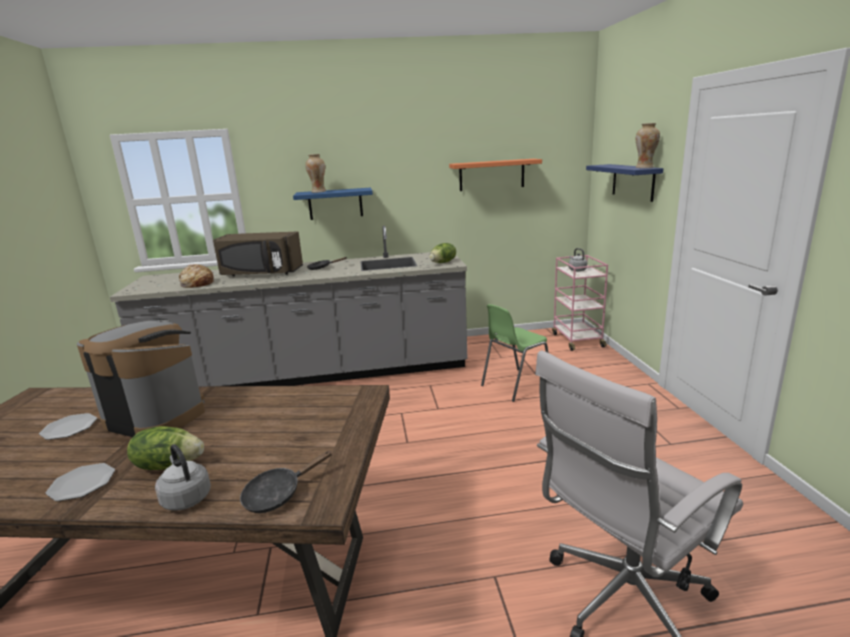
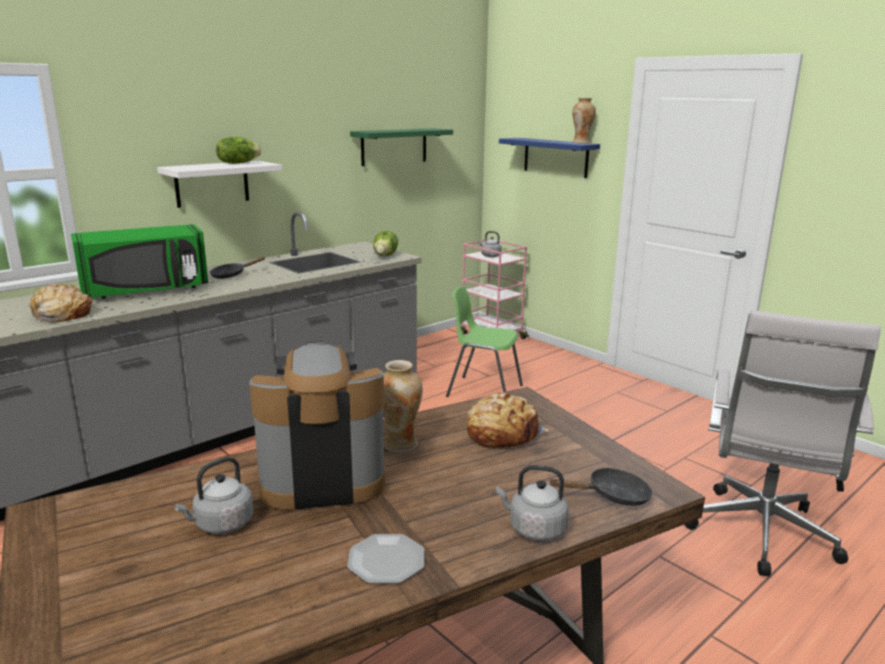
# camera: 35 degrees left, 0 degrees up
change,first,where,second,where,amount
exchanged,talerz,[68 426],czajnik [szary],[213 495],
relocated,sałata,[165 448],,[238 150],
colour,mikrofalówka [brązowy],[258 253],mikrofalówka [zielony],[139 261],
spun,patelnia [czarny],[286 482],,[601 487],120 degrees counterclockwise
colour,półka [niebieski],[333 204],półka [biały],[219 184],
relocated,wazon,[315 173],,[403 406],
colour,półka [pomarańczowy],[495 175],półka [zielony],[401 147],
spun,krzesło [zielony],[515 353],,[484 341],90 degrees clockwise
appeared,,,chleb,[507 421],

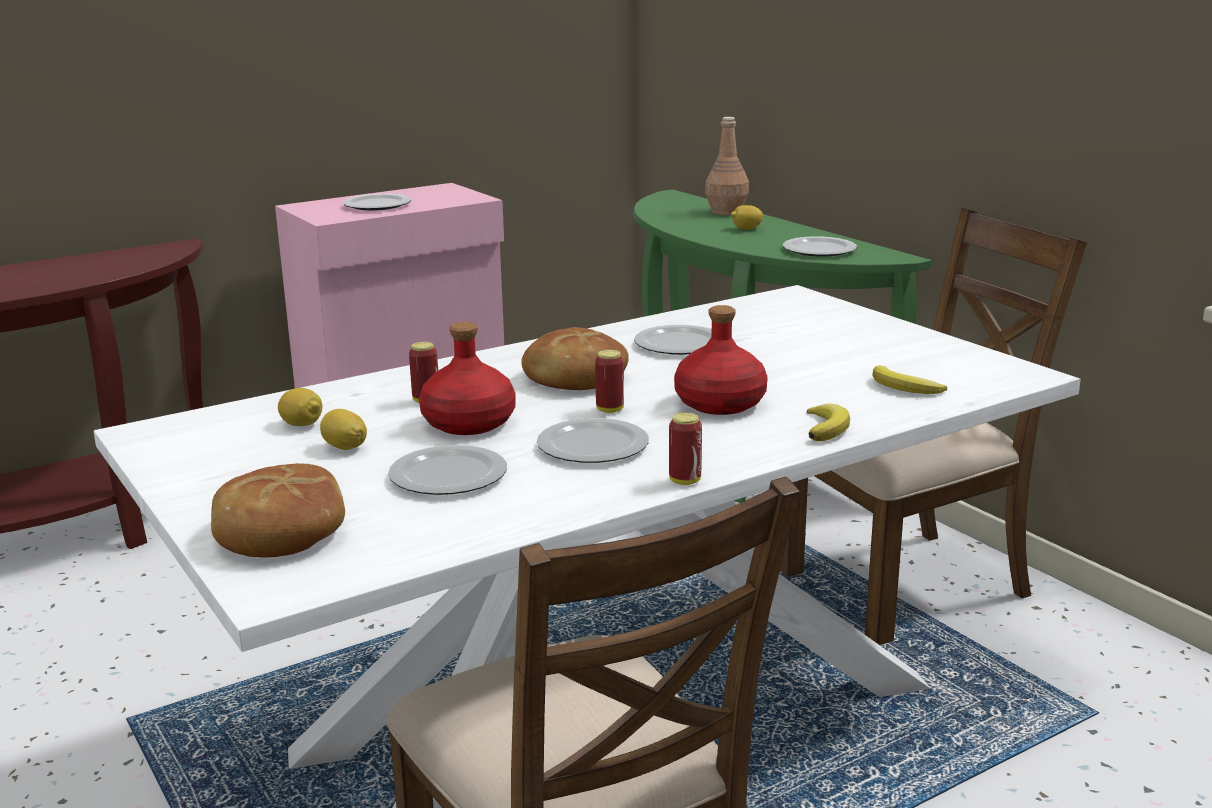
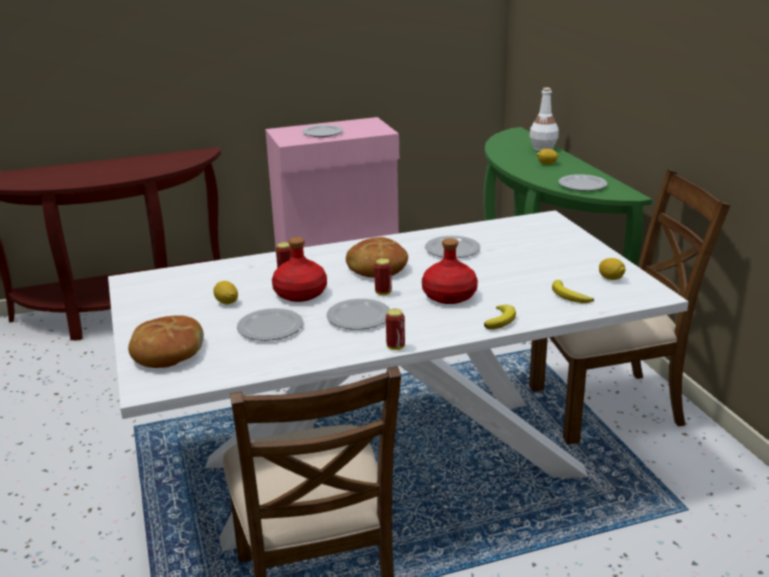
# camera: 15 degrees right, 5 degrees up
change,first,where,second,where,amount
relocated,cytryna,[300 407],,[612 269],
colour,butelka [brązowy],[727 166],butelka [biały],[544 119],

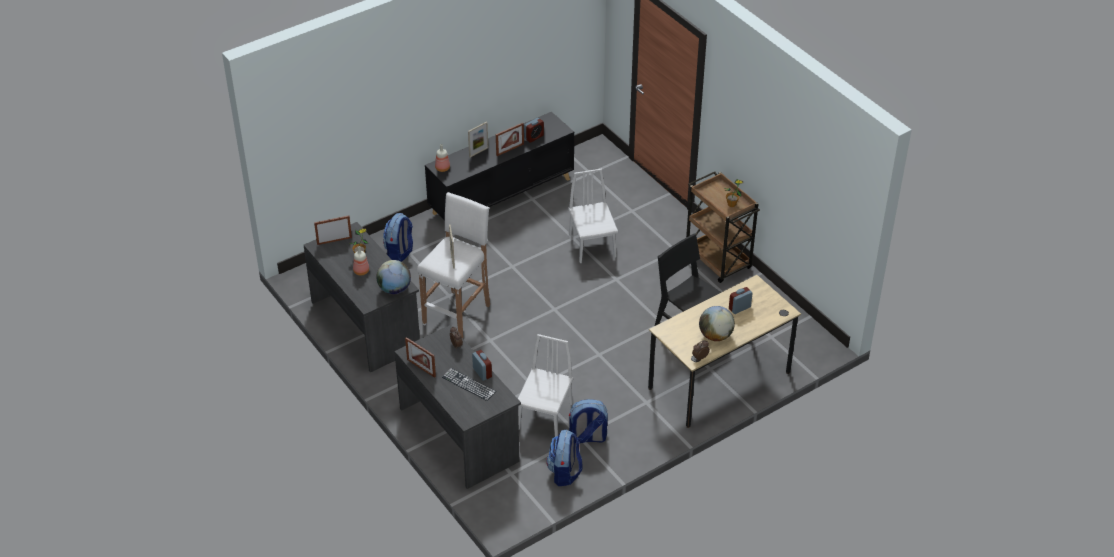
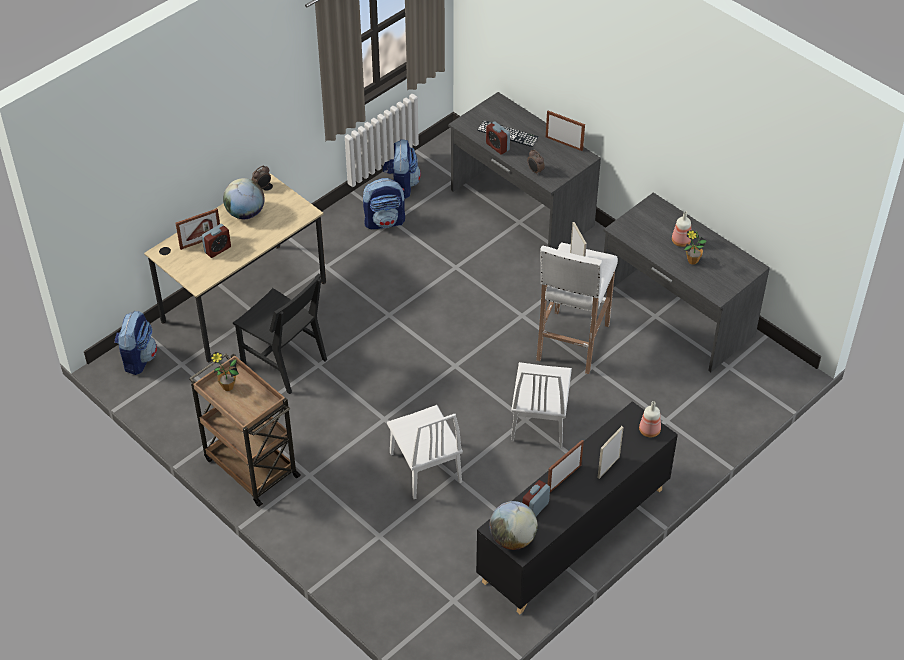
# camera: 170 degrees right, 5 degrees up
change,first,where,second,where,amount
relocated,ramka na zdjęcie,[333 230],,[197 229],
relocated,globus,[393 277],,[513 525],
relocated,plecak,[398 237],,[135 343],
relocated,krzesło [biały],[545 385],,[541 405],

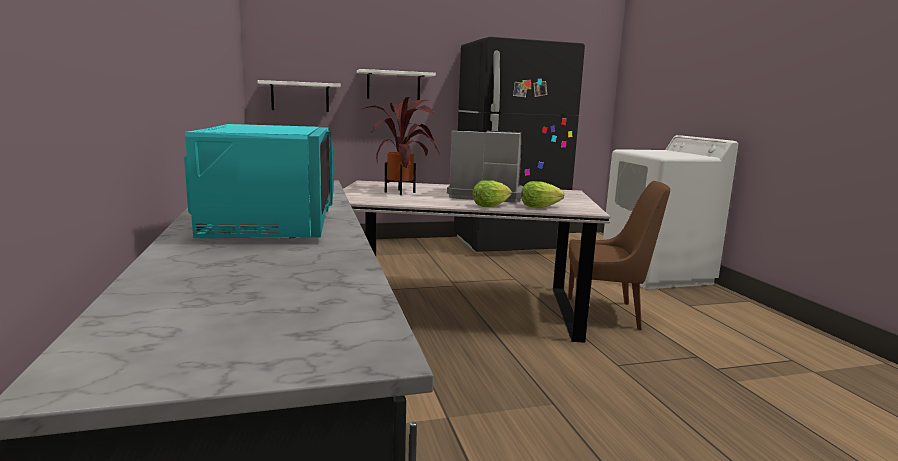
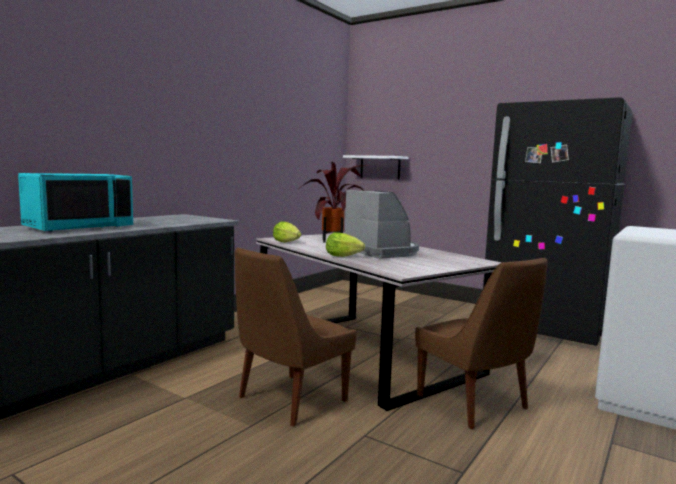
# camera: 50 degrees right, 5 degrees down
change,first,where,second,where,amount
missing,półka [biały],[396 84],,,
relocated,sałata,[542 194],,[287 231],
appeared,,,krzesło [brązowy],[296 336],

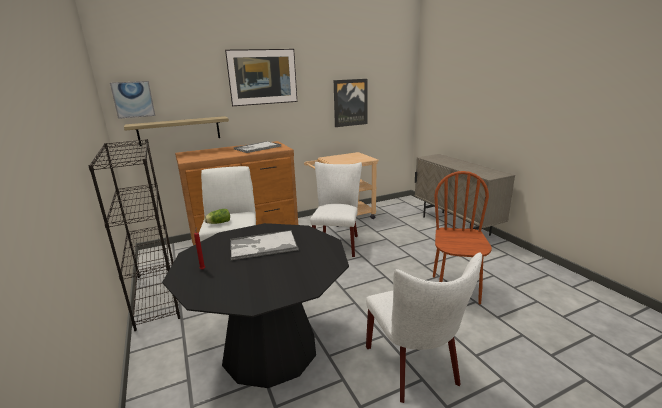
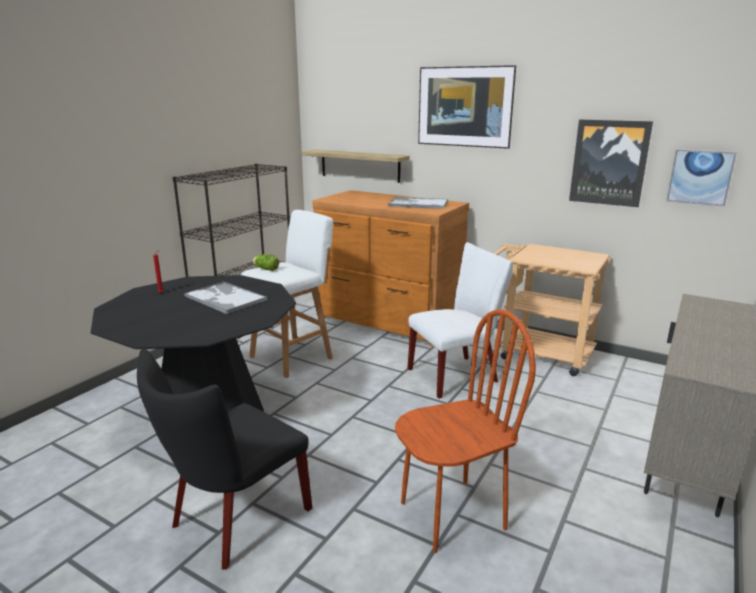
# camera: 55 degrees right, 0 degrees up
change,first,where,second,where,amount
relocated,obraz,[132 100],,[702 177],
colour,krzesło [biały],[424 328],krzesło [czarny],[224 459],

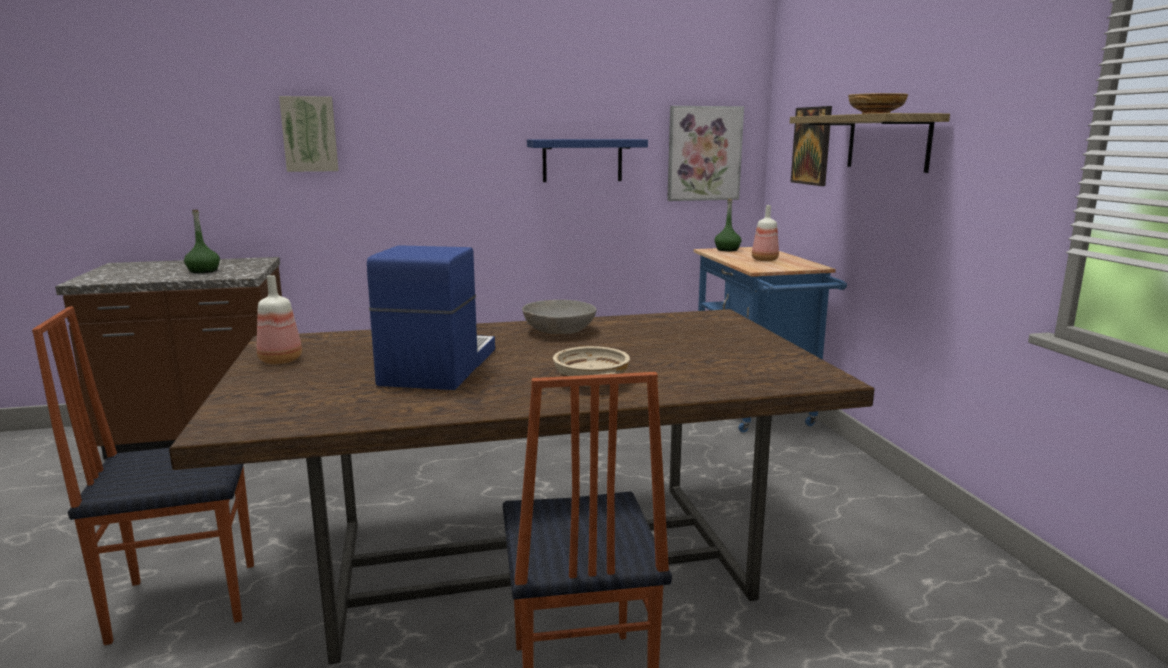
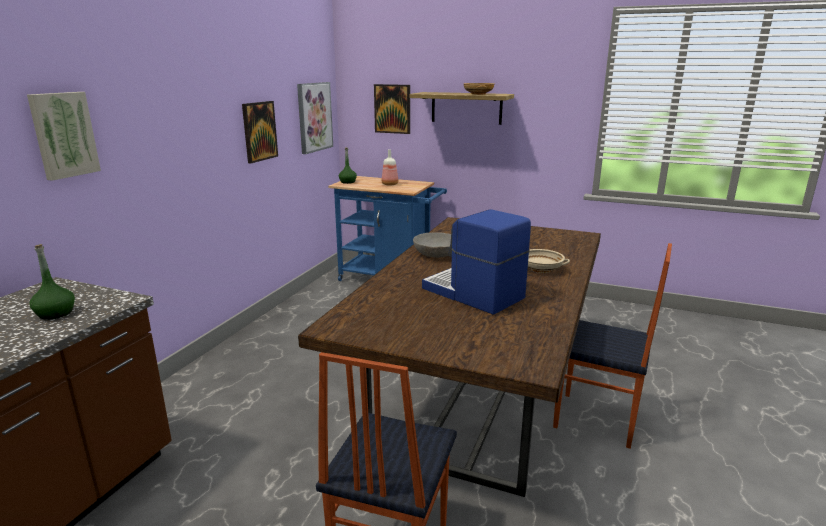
# camera: 55 degrees left, 5 degrees up
change,first,where,second,where,amount
missing,butelka,[279 319],,,
exchanged,półka [niebieski],[587 160],obraz,[260 132],

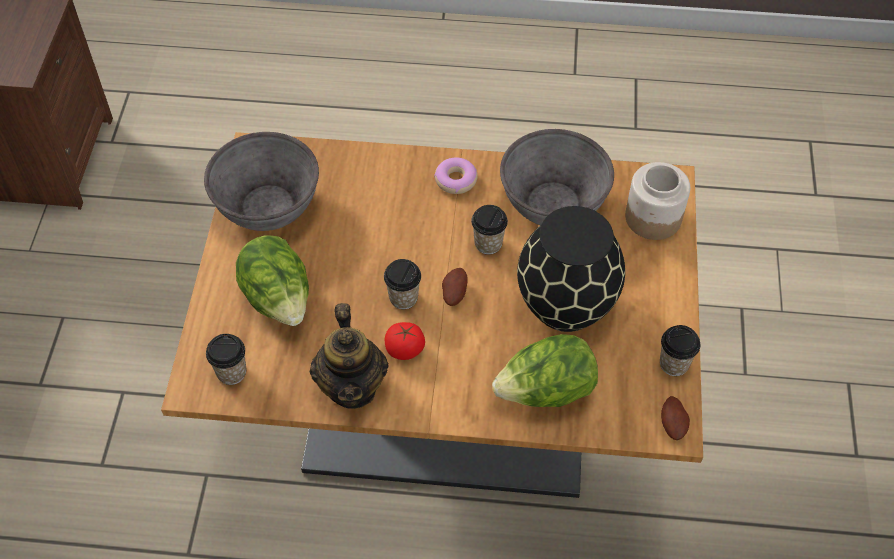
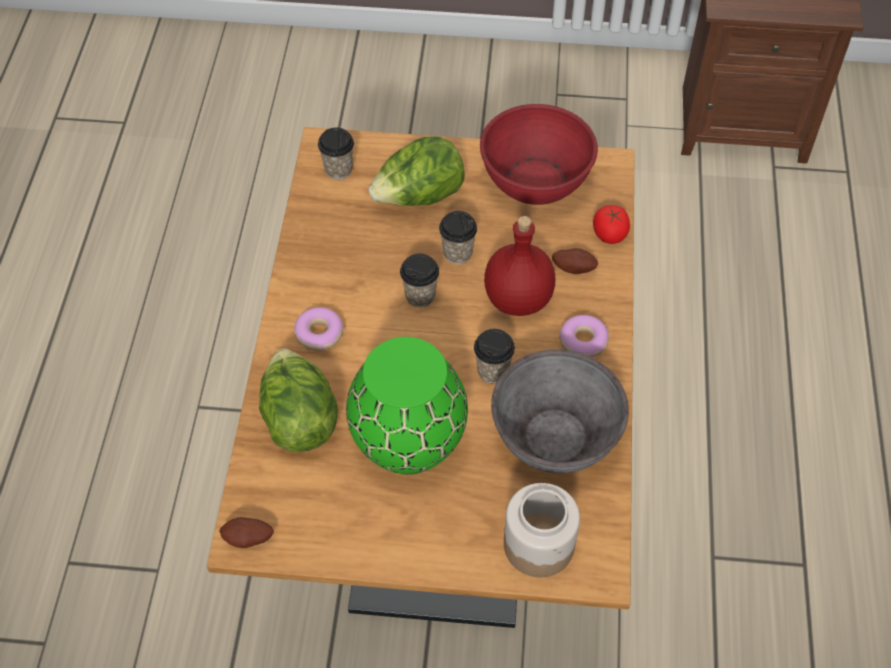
# camera: 90 degrees right, 0 degrees up
change,first,where,second,where,amount
colour,miska [szary],[261 181],miska [czerwony],[539 154],
missing,imbryk,[349 356],,,
relocated,pomidor,[405 341],,[611 224],
relocated,ziemniak,[455 287],,[575 261],
colour,wazon [czarny],[571 269],wazon [zielony],[407 406],
relocated,filiżanka,[680 350],,[458 237],
appeared,,,donut,[319 329],
appeared,,,butelka [czerwony],[519 266],

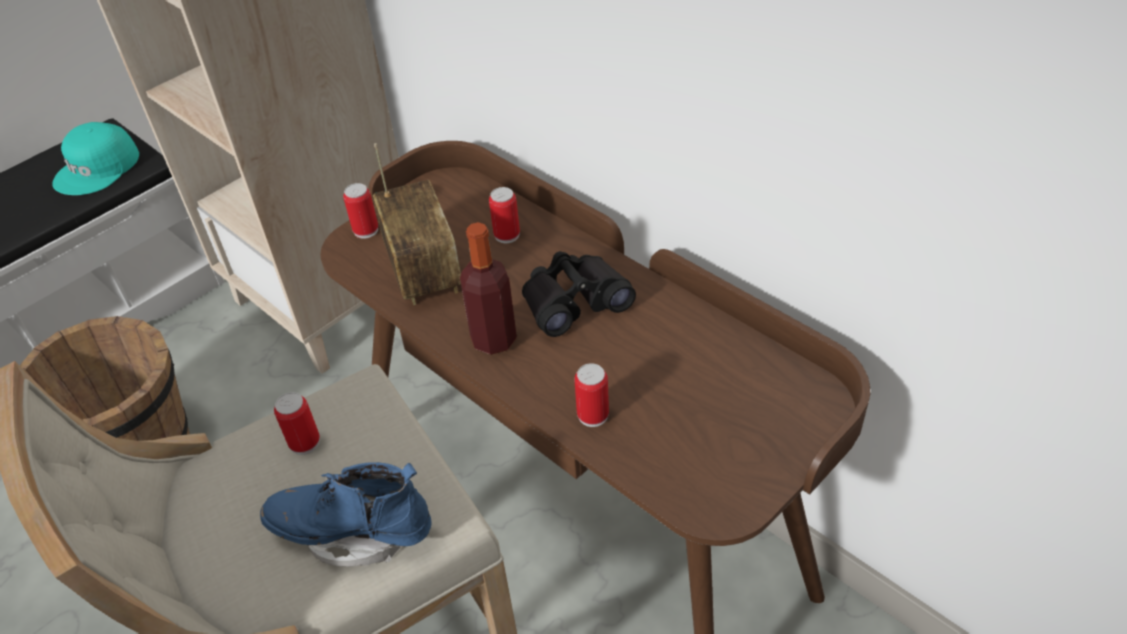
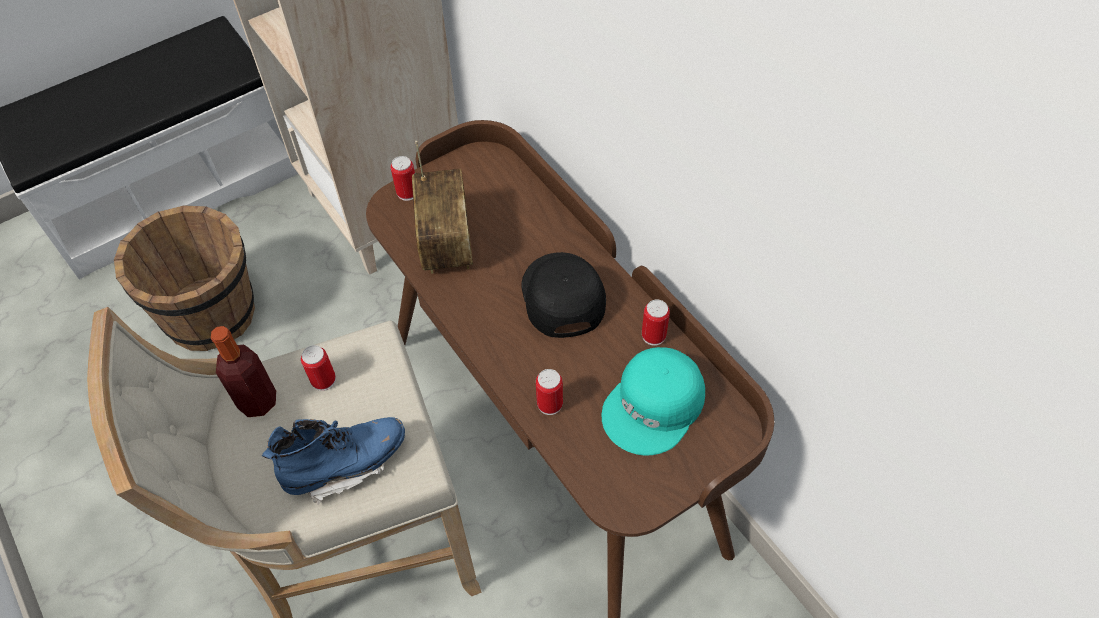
# camera: 10 degrees right, 10 degrees up
change,first,where,second,where,amount
relocated,czapka z daszkiem [turkusowy],[95 158],,[653 401],
spun,but z cholewką [niebieski],[346 514],,[333 461],135 degrees clockwise
relocated,butelka,[488 288],,[243 371],
relocated,puszka,[504 215],,[656 322],
exchanged,lornetka [czarny],[579 294],czapka z daszkiem [czarny],[564 295],

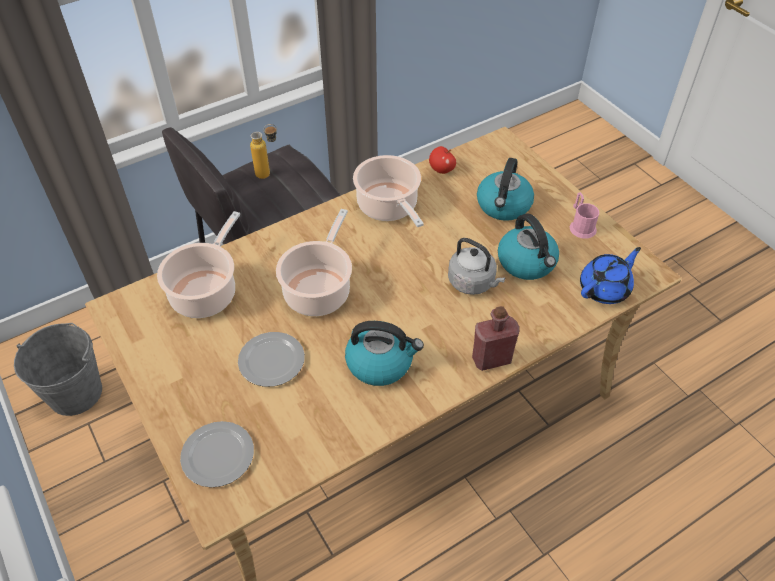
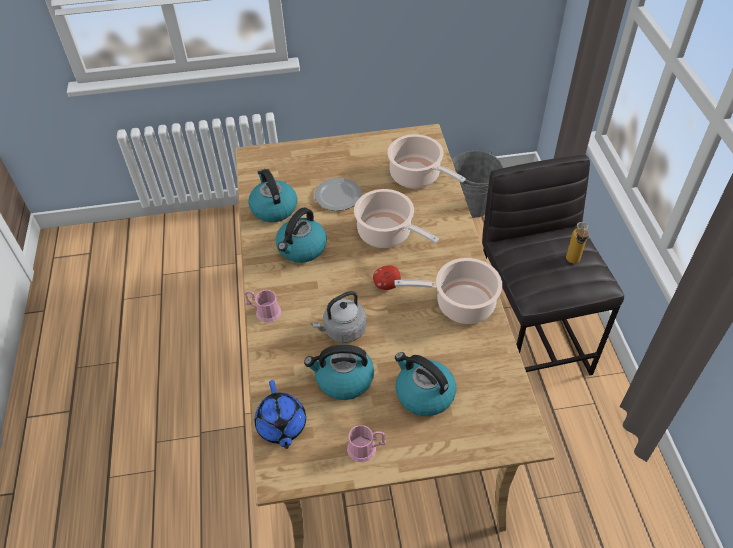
# camera: 115 degrees right, 0 degrees up
change,first,where,second,where,amount
missing,talerz,[217 454],,,
relocated,jabłko,[442 160],,[387 277],
exchanged,butelka [czerwony],[495 338],kubek [różowy],[263 306],
appeared,,,czajnik,[272 195],

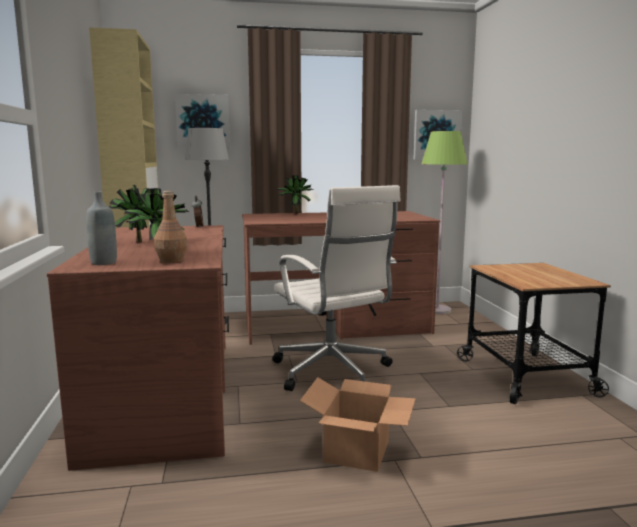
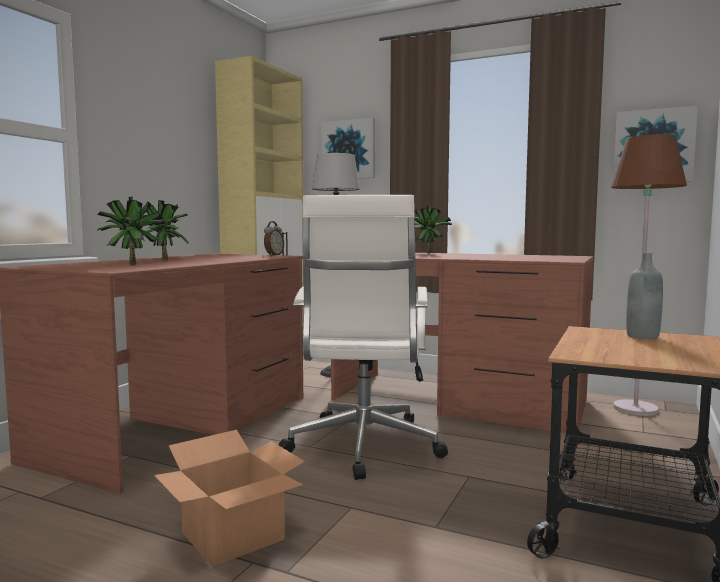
# camera: 35 degrees right, 5 degrees down
change,first,where,second,where,amount
relocated,butelka [szary],[101 228],,[644 295],
missing,butelka [brązowy],[171 227],,,
colour,lampa stojąca [zielony],[444 222],lampa stojąca [brązowy],[649 275],

